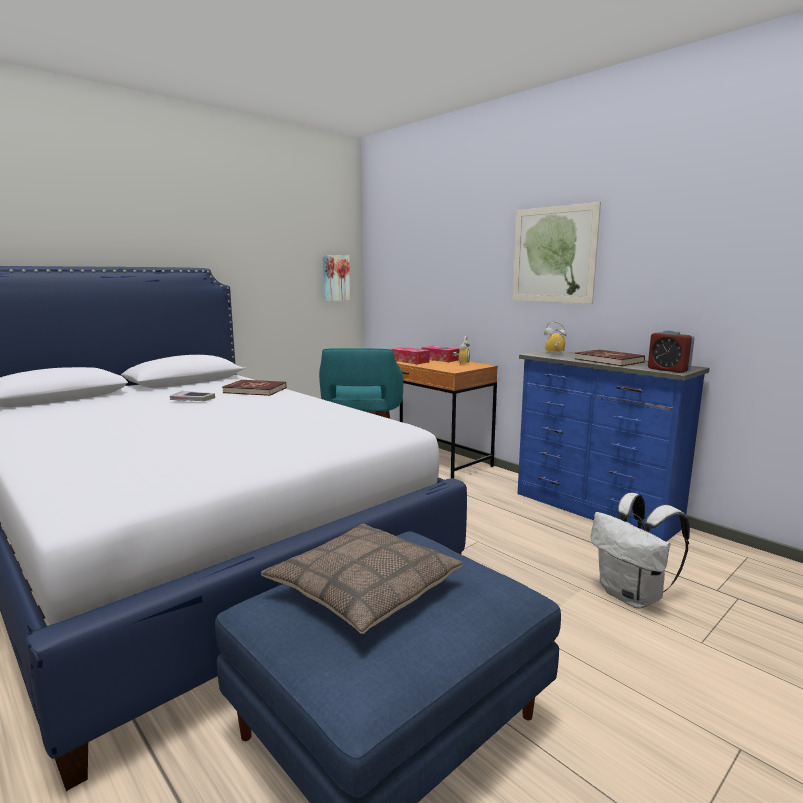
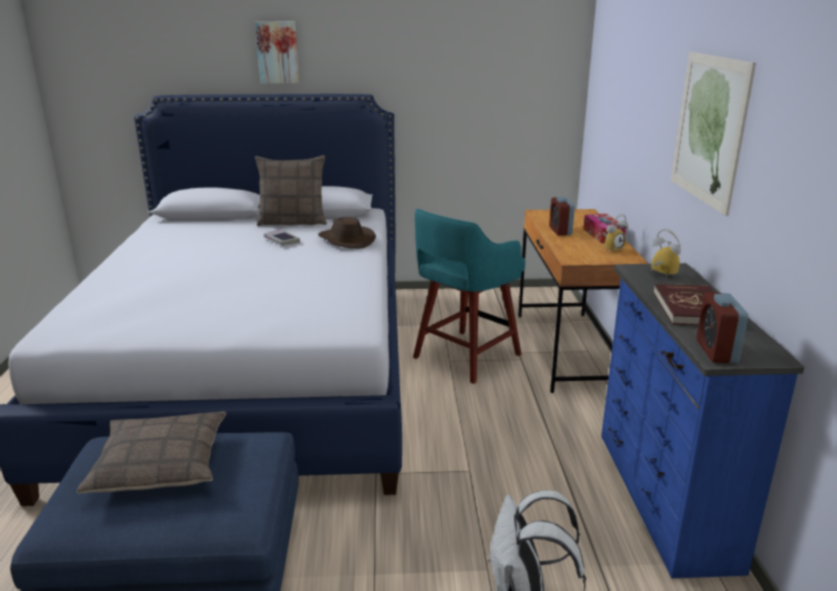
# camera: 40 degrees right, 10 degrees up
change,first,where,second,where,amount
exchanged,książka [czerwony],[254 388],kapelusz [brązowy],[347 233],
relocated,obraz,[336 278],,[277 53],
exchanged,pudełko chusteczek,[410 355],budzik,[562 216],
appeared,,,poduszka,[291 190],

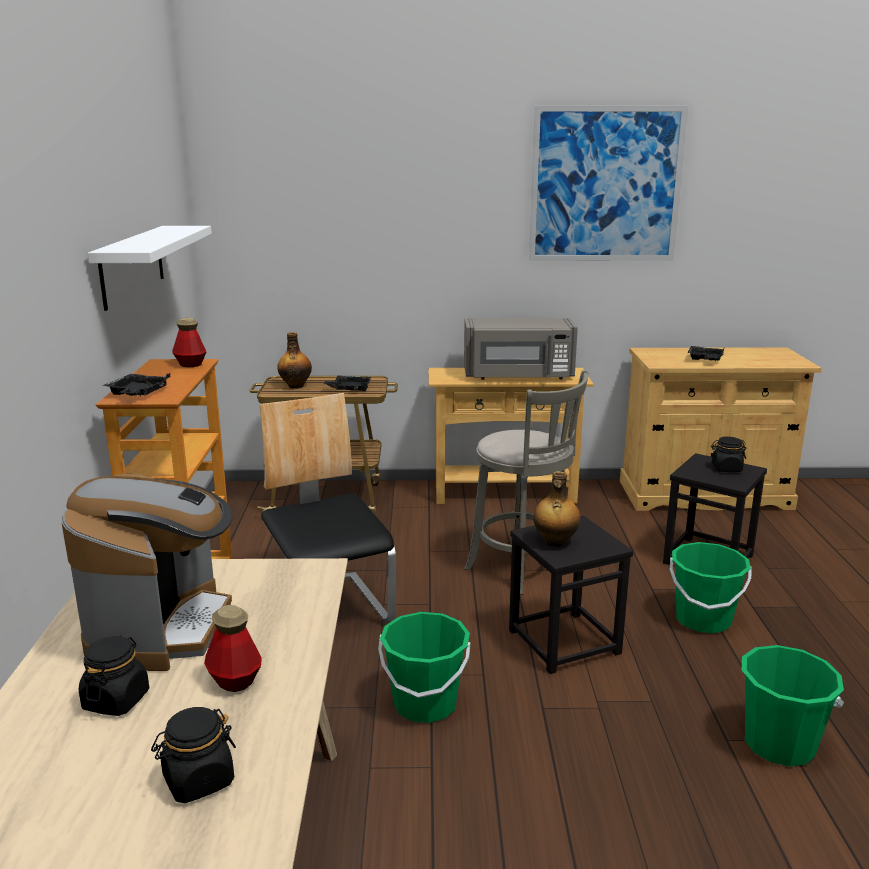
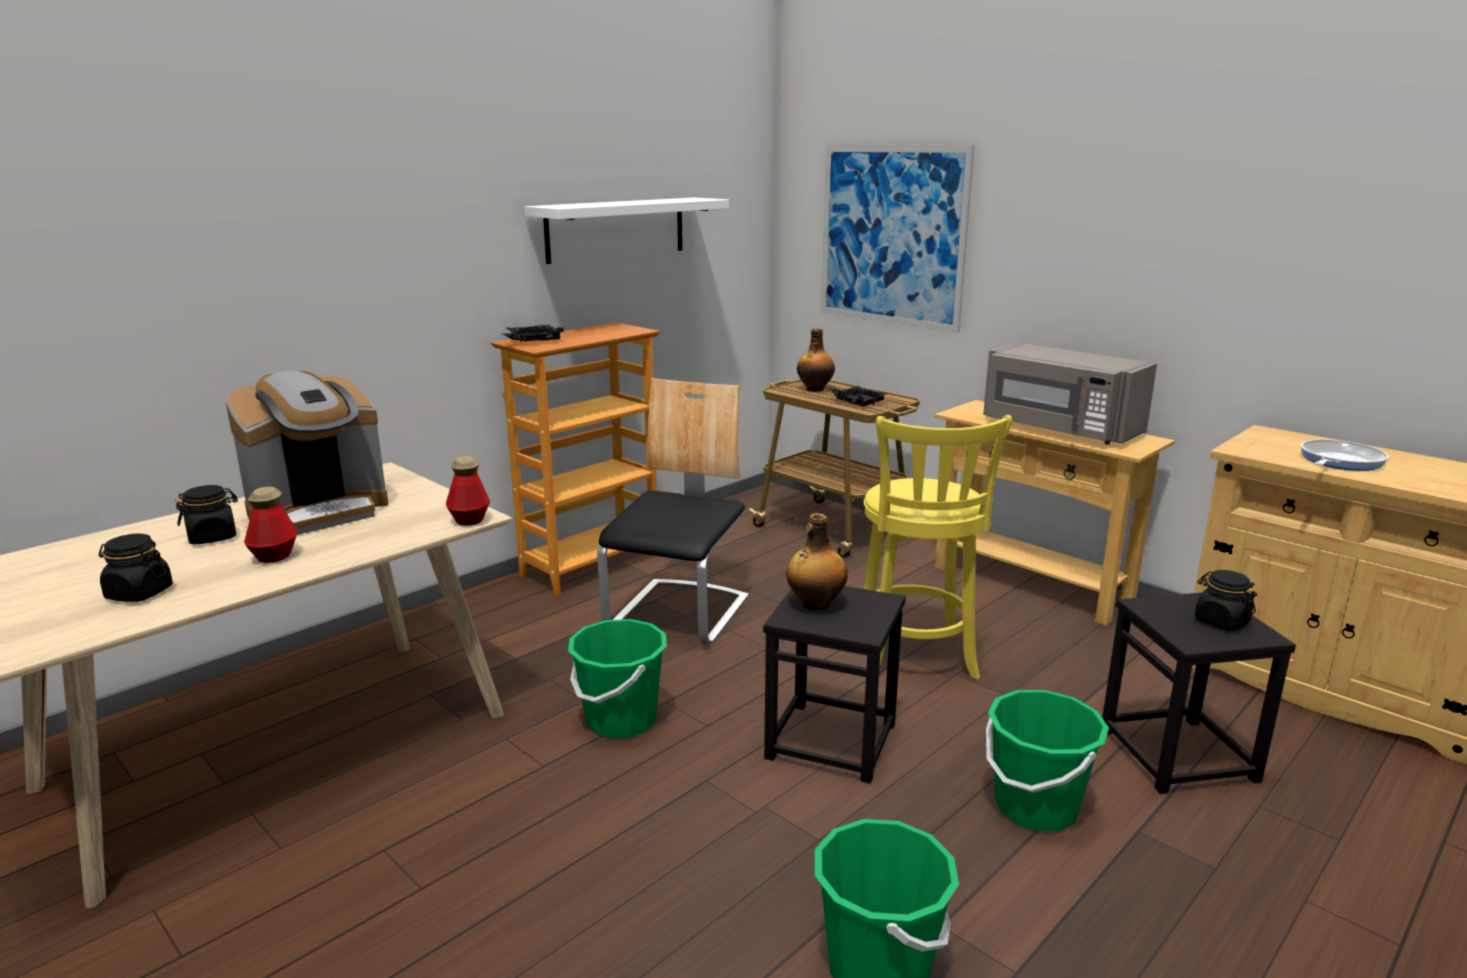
# camera: 45 degrees right, 0 degrees up
change,first,where,second,where,amount
relocated,butelka,[189 342],,[468 491],
colour,stołek [szary],[526 482],stołek [żółty],[938 547],
relocated,obraz,[608 183],,[898 239],
exchanged,taca [czarny],[706 353],patelnia,[1345 455],

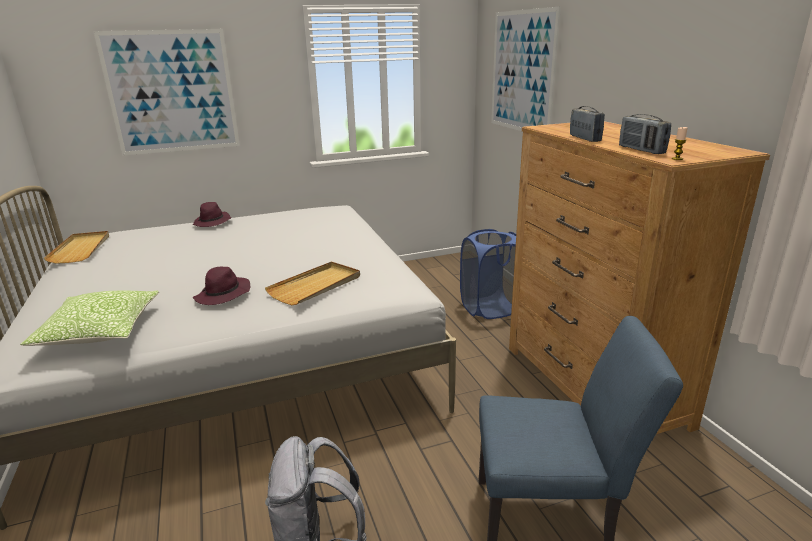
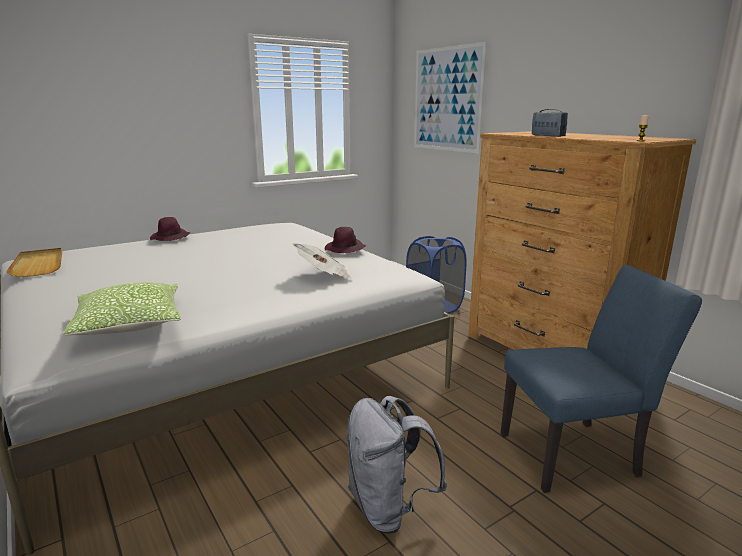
# camera: 15 degrees left, 5 degrees down
change,first,where,second,where,amount
missing,obraz,[166 92],,,
relocated,kapelusz [fioletowy],[222 286],,[345 240],
exchanged,taca [beżowy],[312 283],gazeta,[322 261],
missing,radio,[645 134],,,

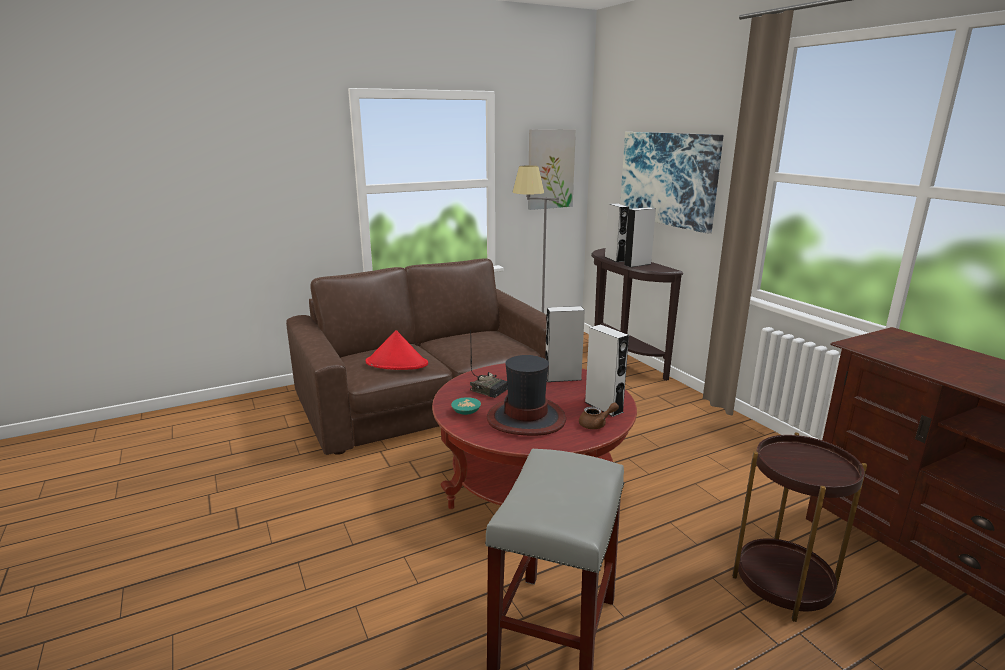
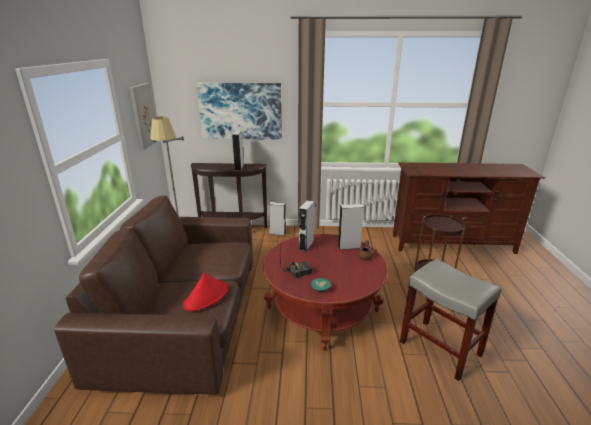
# camera: 60 degrees left, 5 degrees up
change,first,where,second,where,amount
missing,kapelusz,[526 395],,,
relocated,głośnik [szary],[617 232],,[277 219],

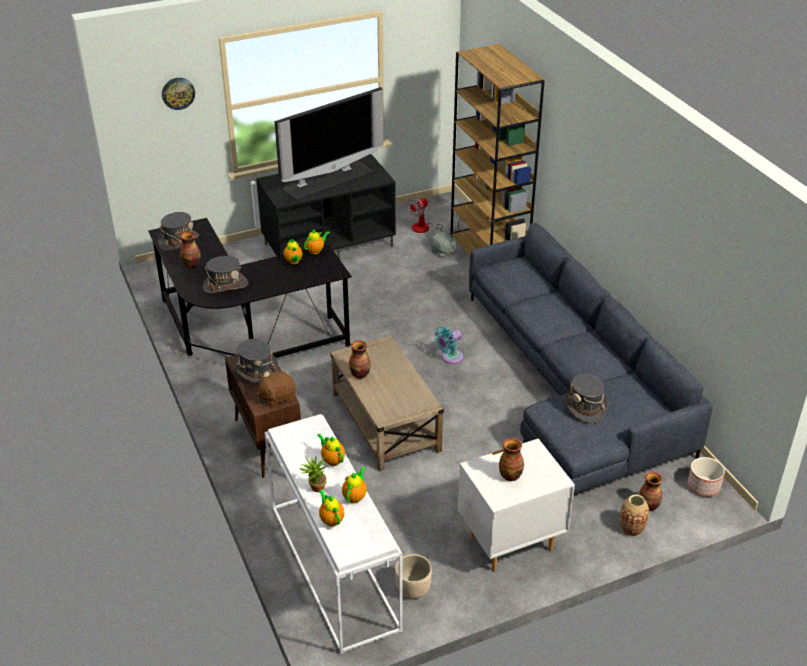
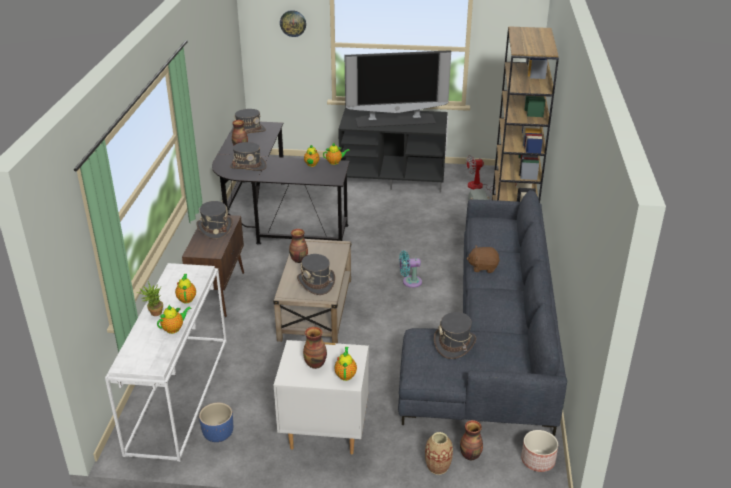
# camera: 30 degrees right, 5 degrees down
change,first,where,second,where,amount
relocated,pluszak [brązowy],[276 389],,[483 259],
relocated,imbryk,[331 508],,[345 364],
colour,donica [beżowy],[413 576],donica [niebieski],[216 422],
appeared,,,kapelusz [szary],[316 274],

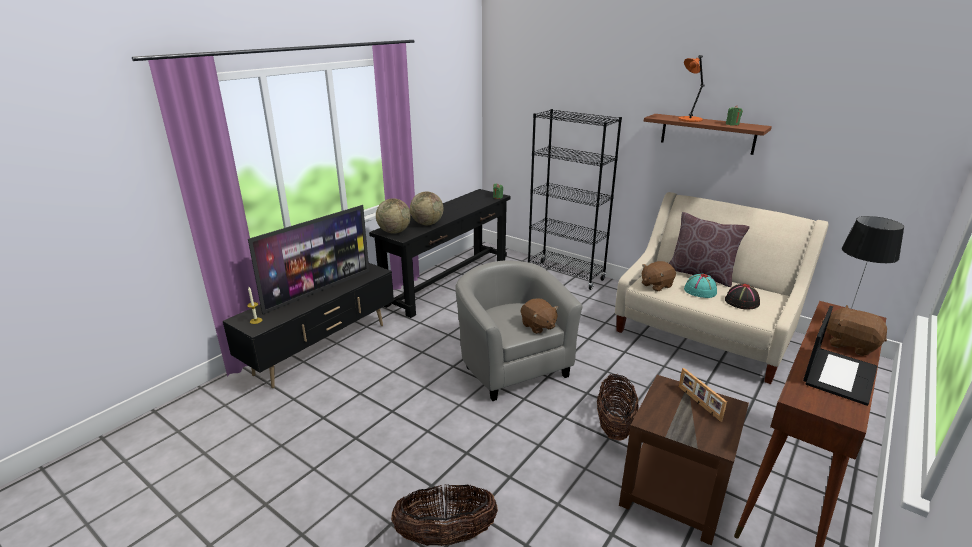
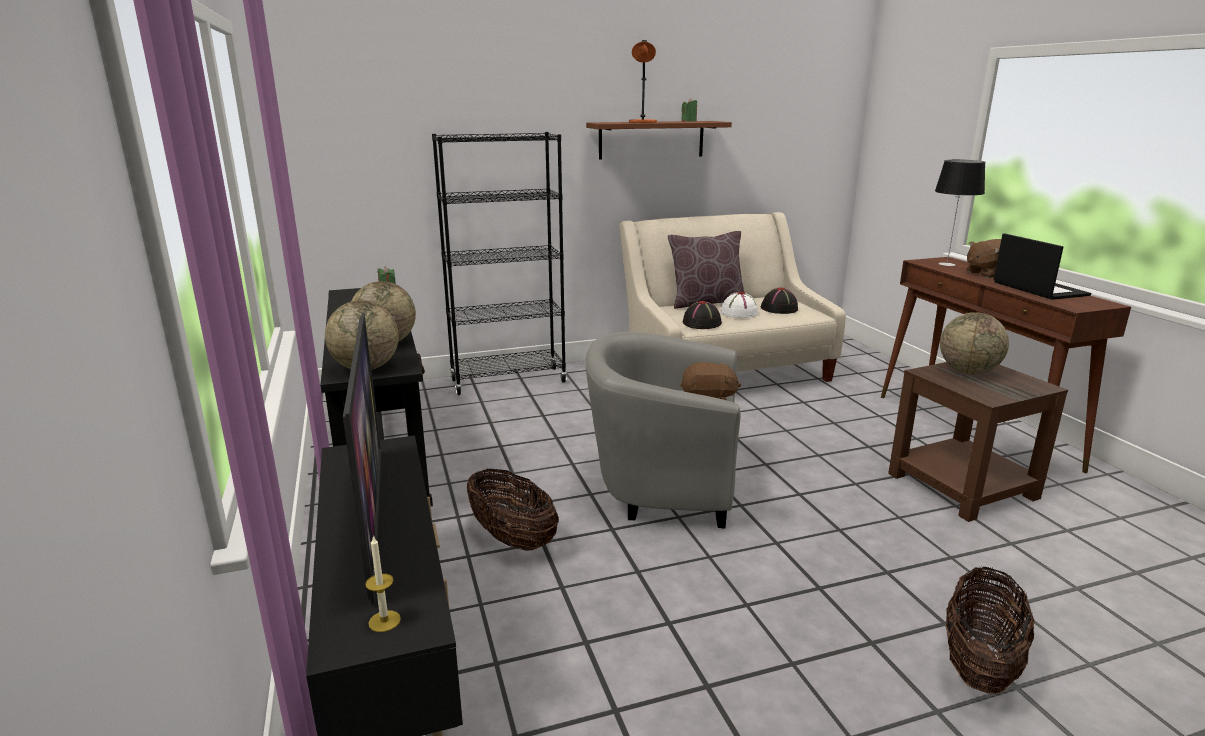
# camera: 55 degrees left, 5 degrees down
change,first,where,second,where,amount
relocated,koszyk,[618 407],,[513 510],
exchanged,pluszak [brązowy],[659 276],kapelusz [czarny],[702 315],
exchanged,ramka na zdjęcie,[703 395],globus,[974 343],
colour,kapelusz [turkusowy],[700 285],kapelusz [biały],[739 305],

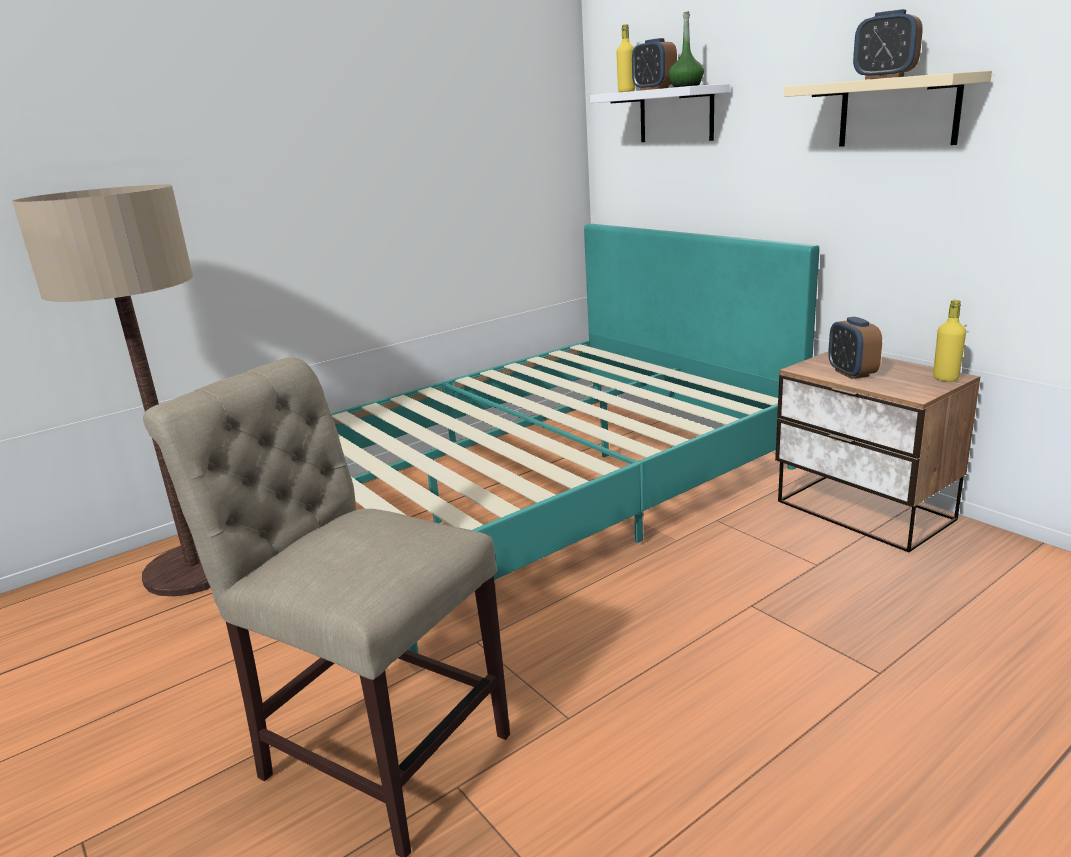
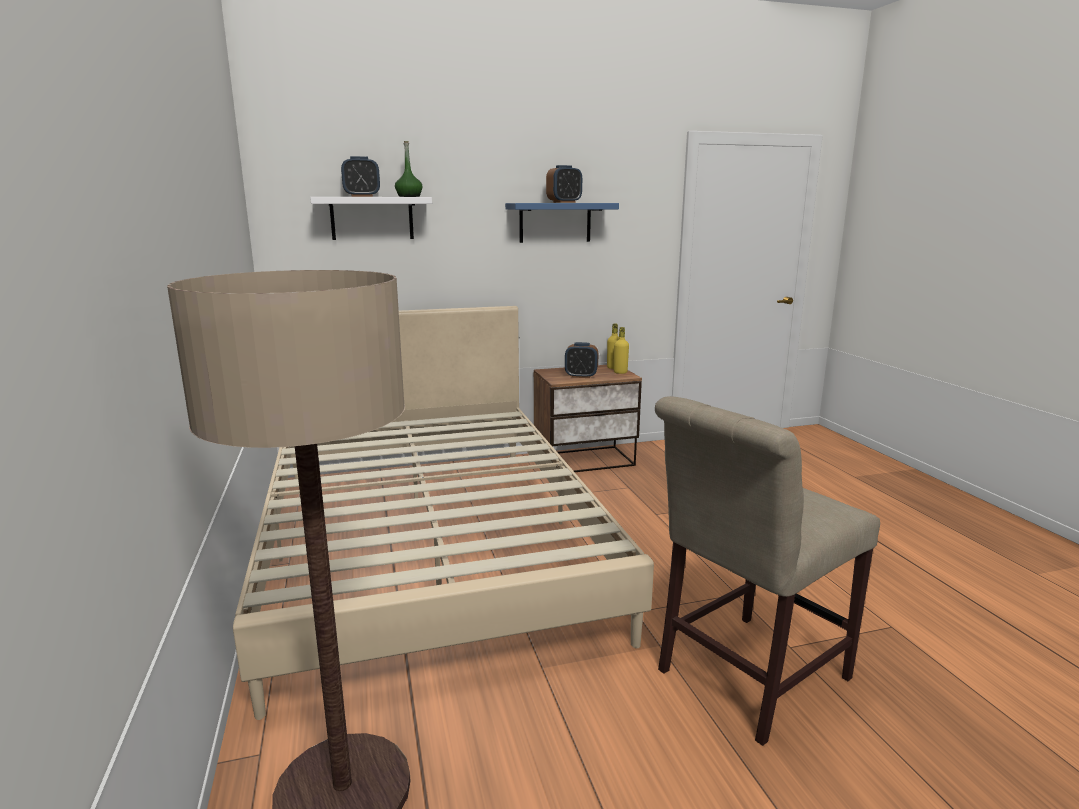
# camera: 70 degrees left, 5 degrees down
change,first,where,second,where,amount
colour,łóżko [turkusowy],[575 438],łóżko [beżowy],[443 513],
relocated,butelka [żółty],[626 58],,[621 350],
colour,półka [beżowy],[888 108],półka [niebieski],[562 223],

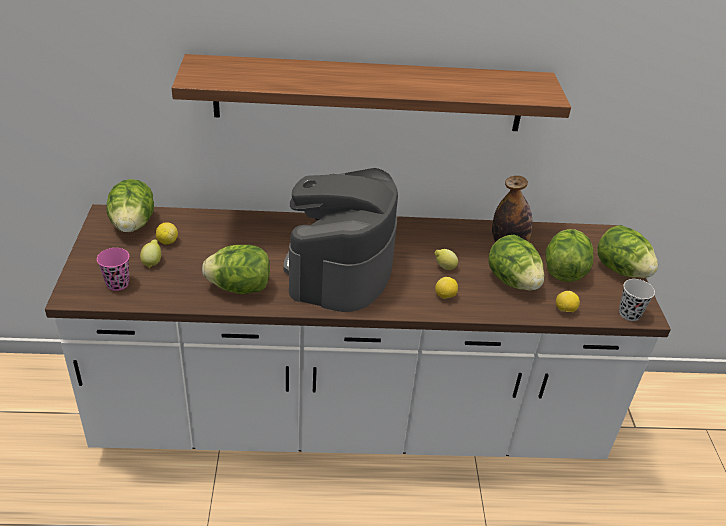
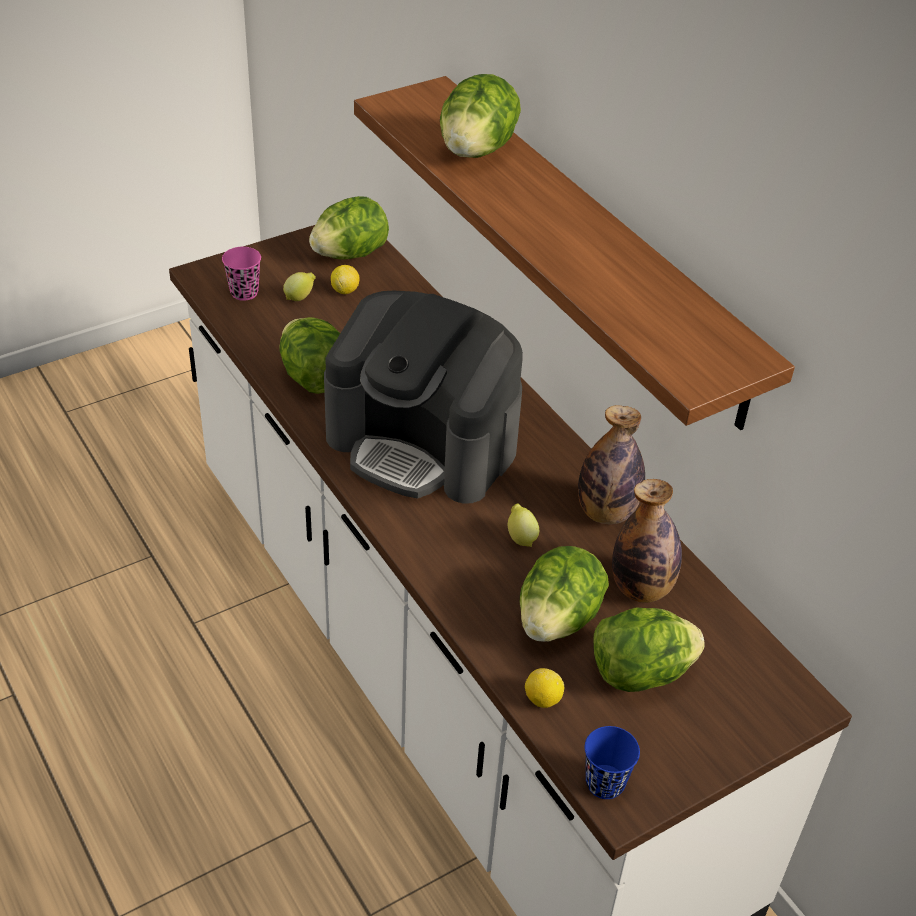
# camera: 60 degrees right, 5 degrees up
change,first,where,second,where,amount
spun,ekspres do kawy,[341 240],,[423 397],135 degrees counterclockwise
missing,cytryna,[446 288],,,
relocated,sałata,[627 251],,[480 116],
colour,filiżanka [czarny],[637 300],filiżanka [niebieski],[612 762],
appeared,,,butelka,[611 464],

